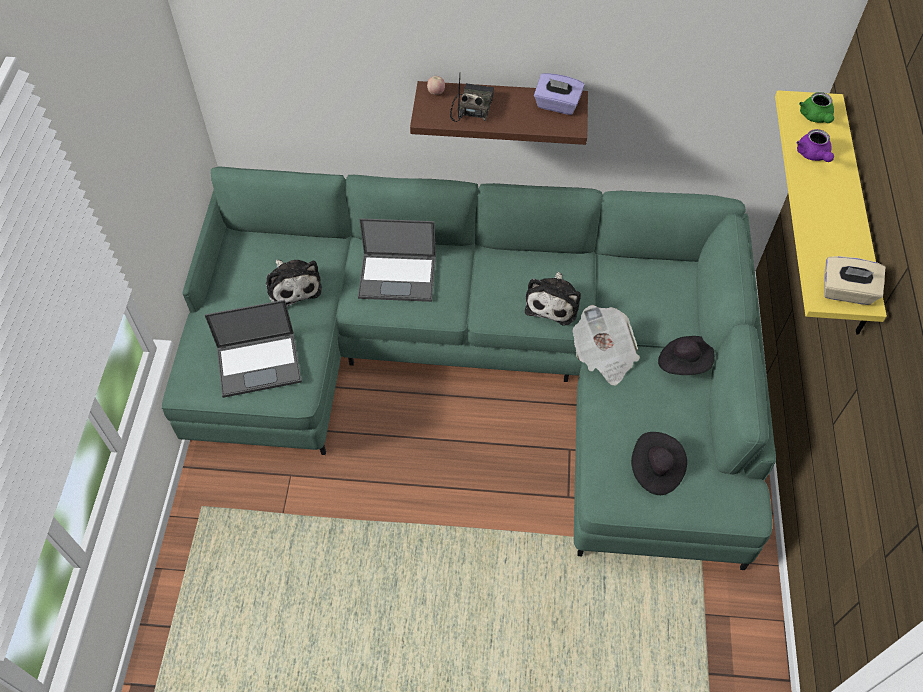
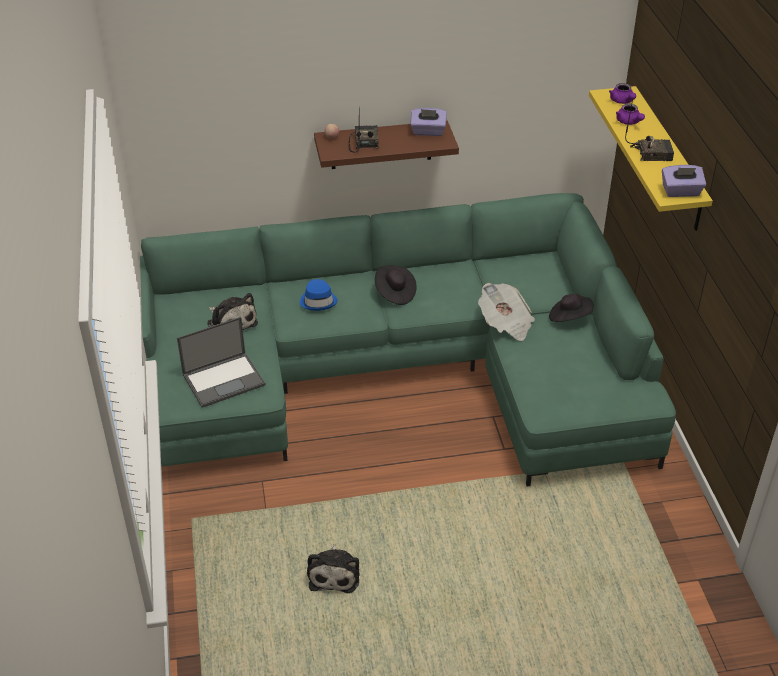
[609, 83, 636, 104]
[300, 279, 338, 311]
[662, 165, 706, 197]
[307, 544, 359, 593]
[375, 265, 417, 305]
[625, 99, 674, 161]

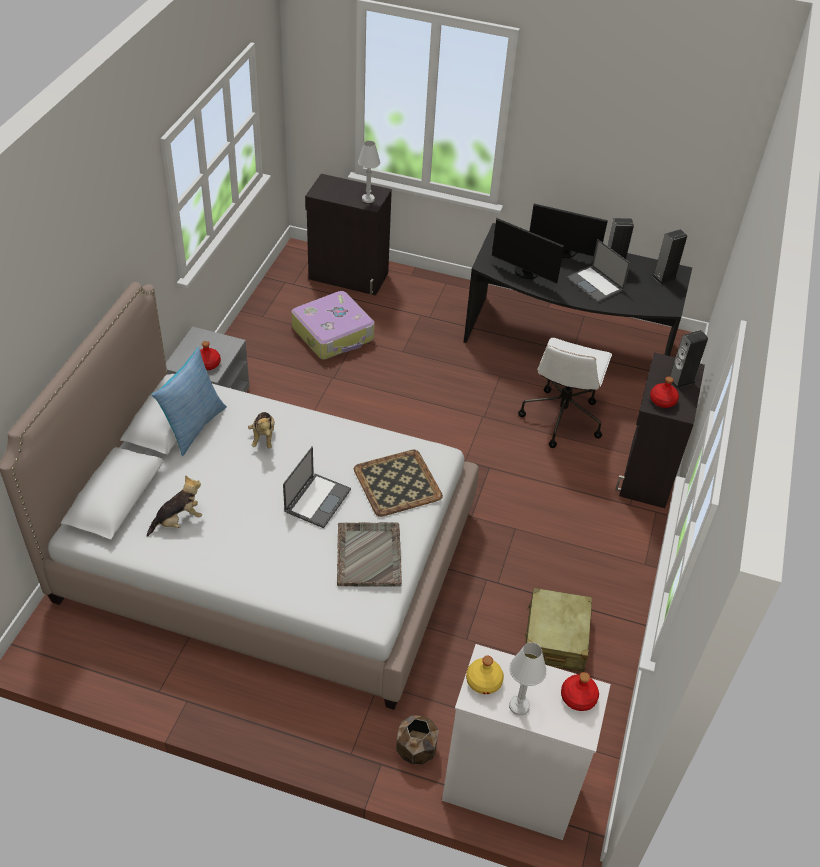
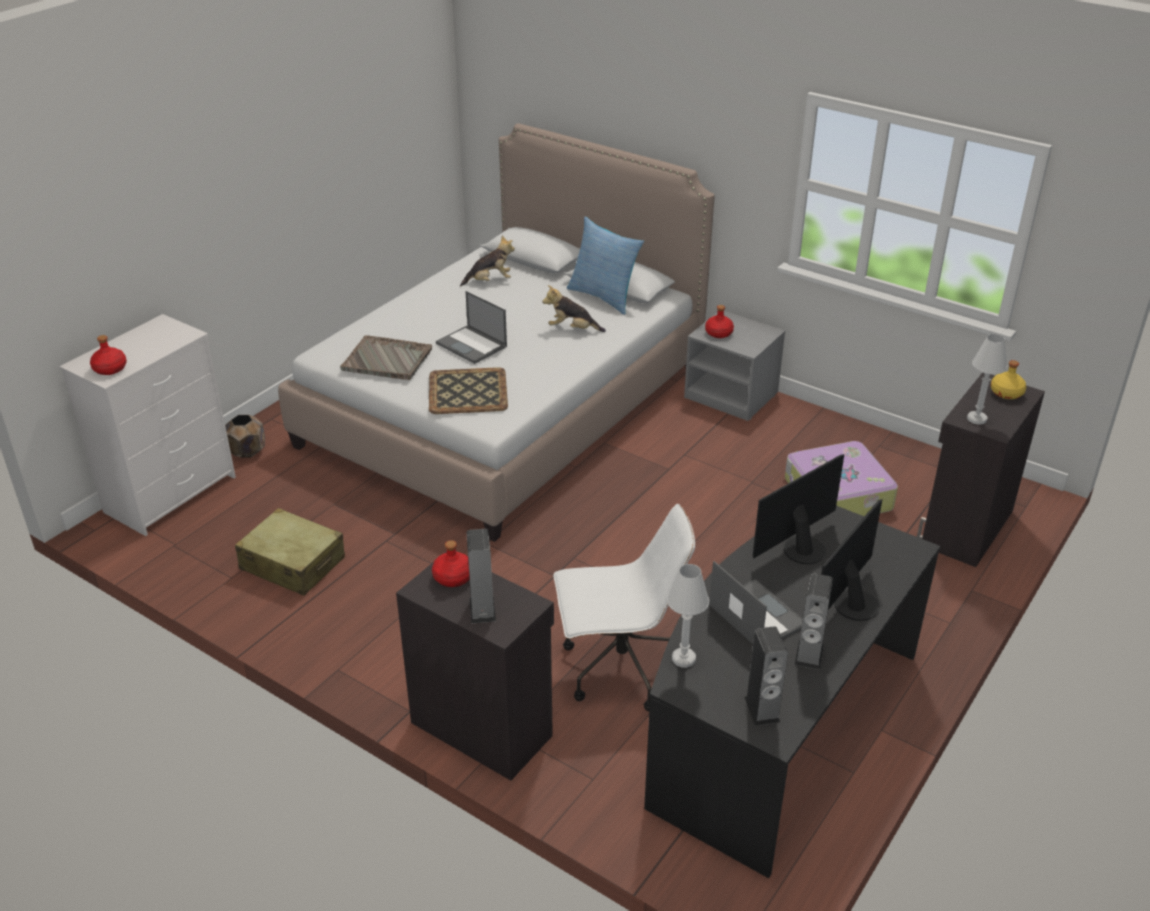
[709, 561, 803, 644]
[554, 504, 695, 711]
[460, 236, 515, 286]
[667, 564, 709, 668]
[991, 360, 1026, 399]

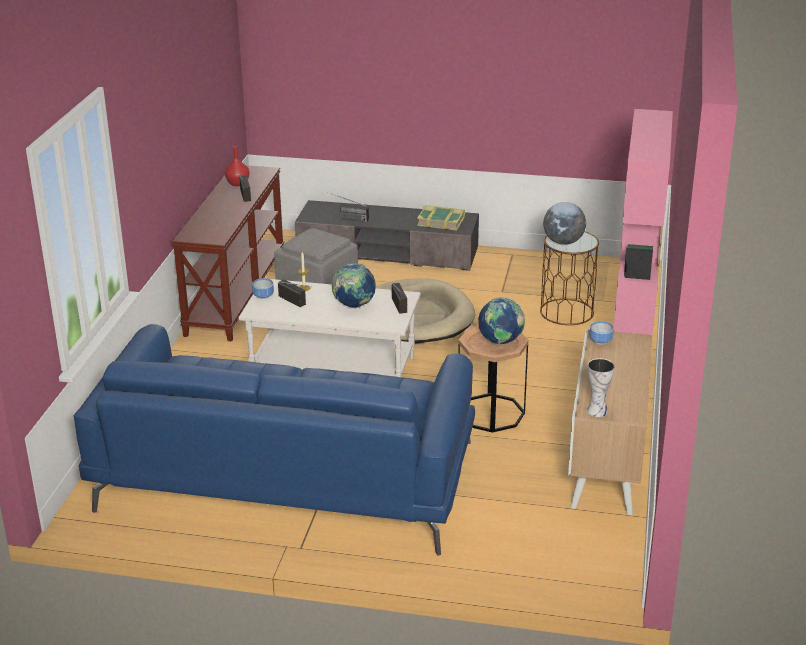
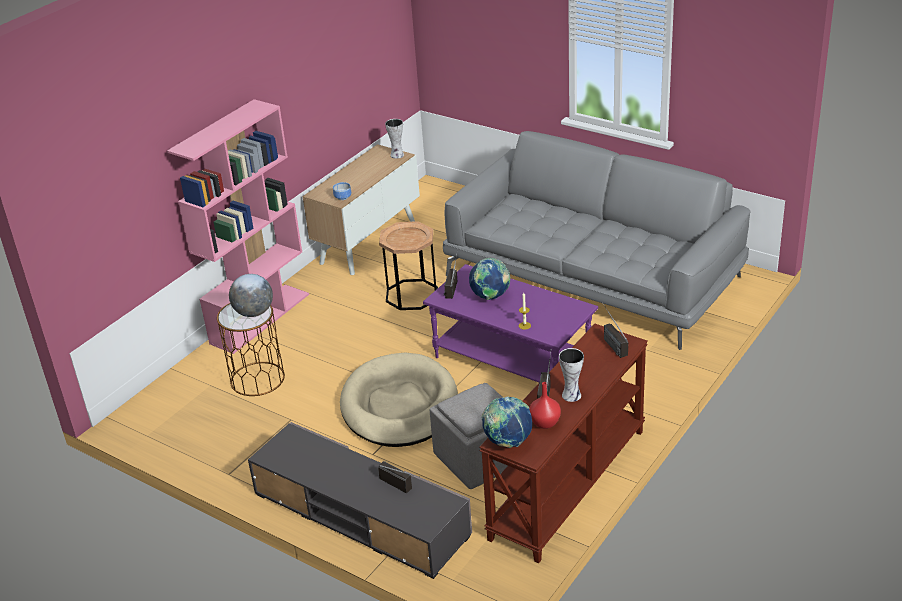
[417, 205, 465, 231] (first image)
[252, 278, 274, 299] (first image)
[423, 264, 598, 382]
[602, 302, 628, 358]
[482, 396, 532, 448]
[443, 131, 751, 350]
[559, 348, 584, 402]

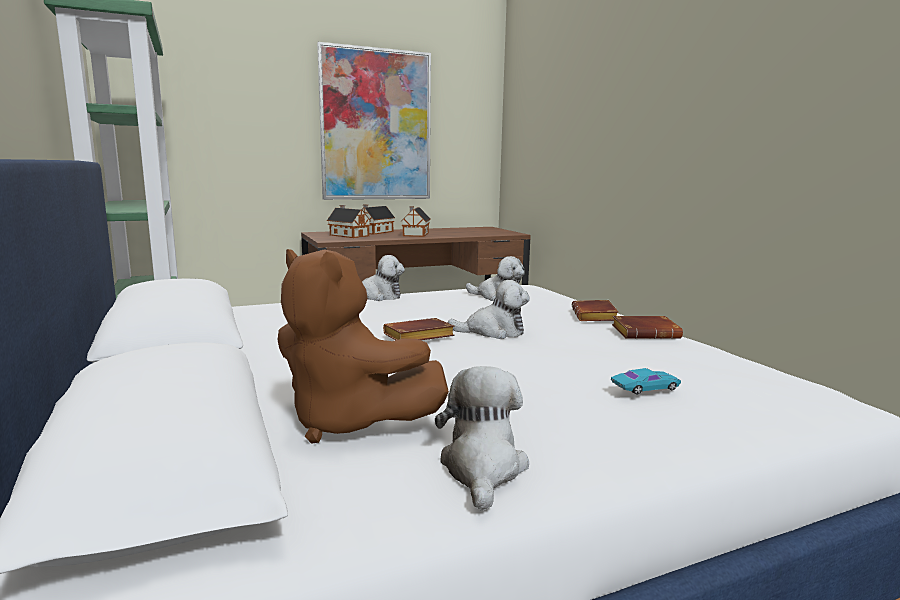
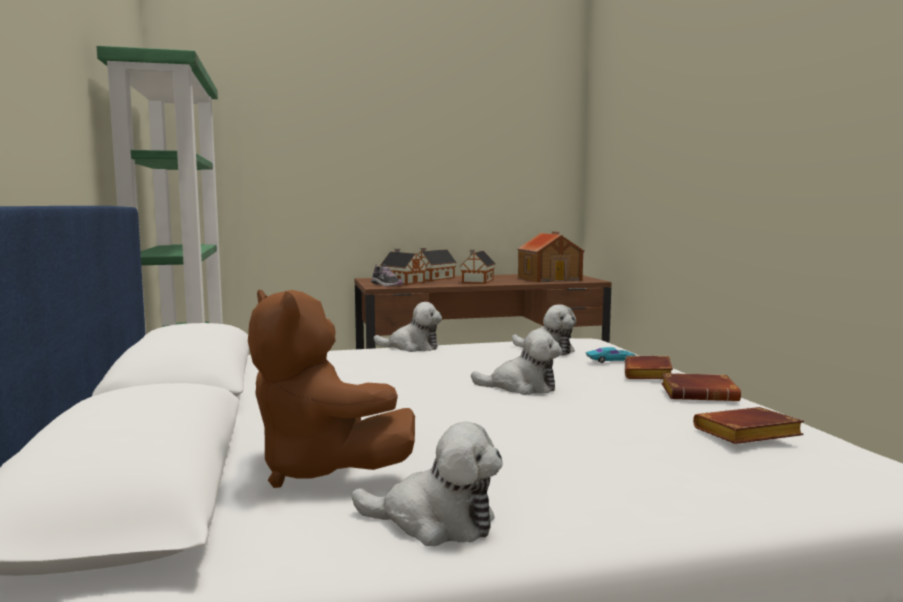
[317, 42, 431, 200] (first image)
[693, 407, 804, 444]
[351, 421, 502, 546]
[586, 347, 636, 363]
[518, 231, 584, 282]
[371, 264, 403, 286]

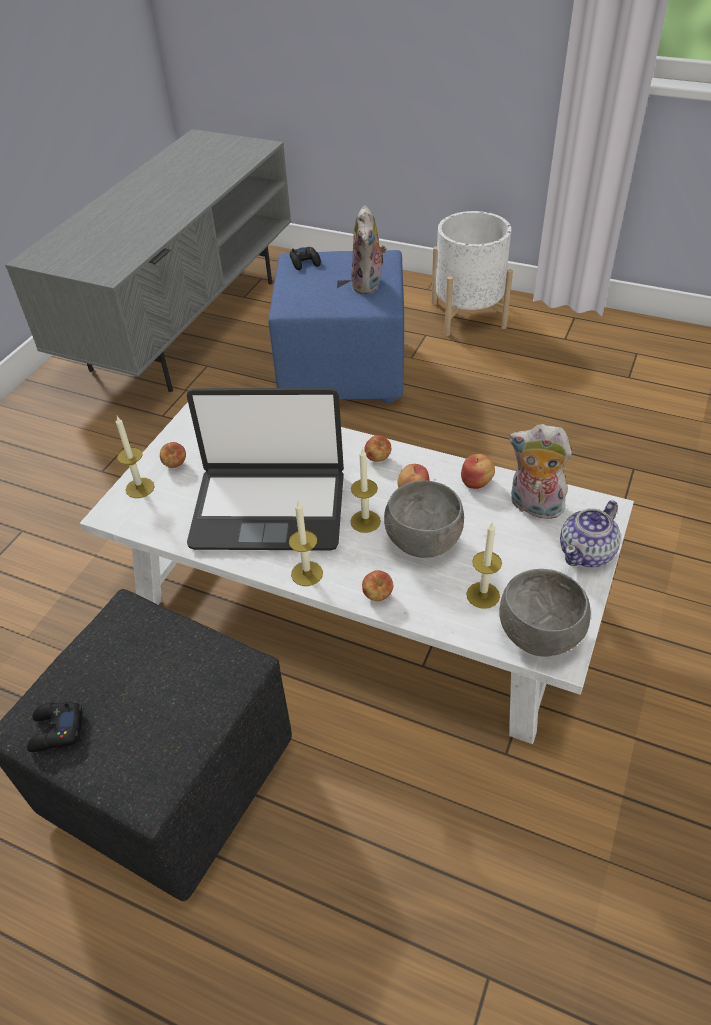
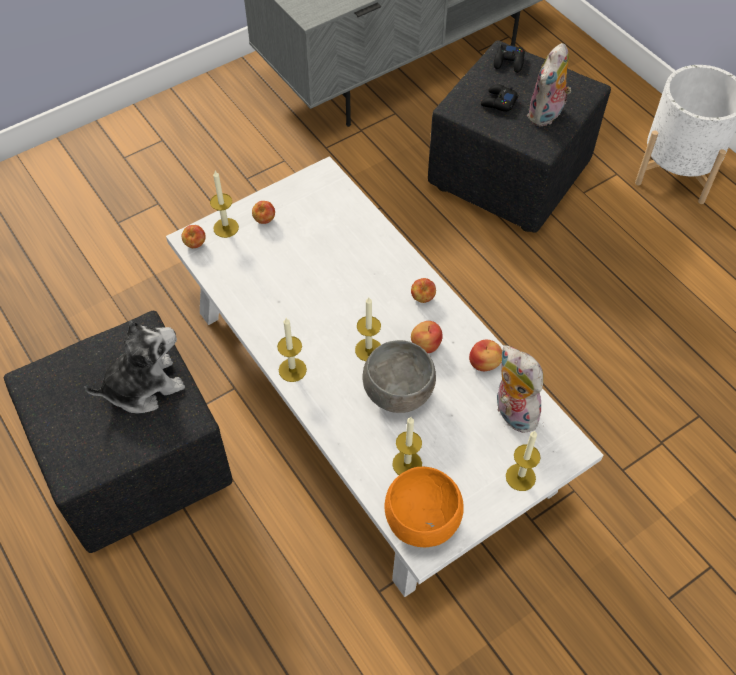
[428, 40, 611, 233]
[187, 388, 344, 551] (first image)
[506, 431, 541, 491]
[384, 467, 464, 547]
[182, 225, 205, 248]
[481, 84, 519, 112]
[84, 320, 185, 414]

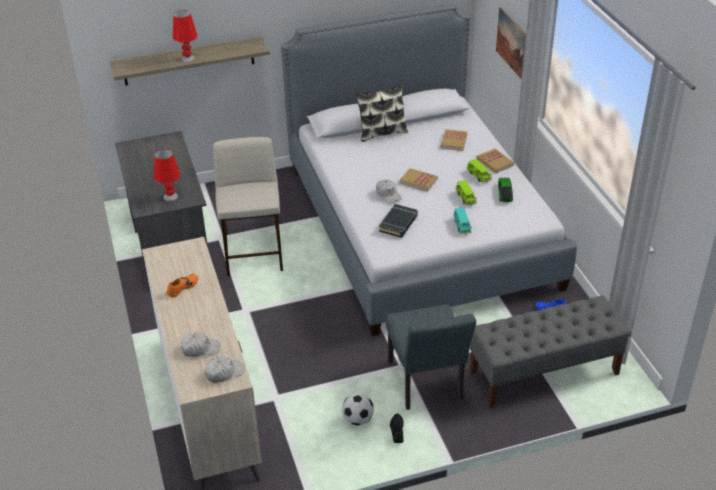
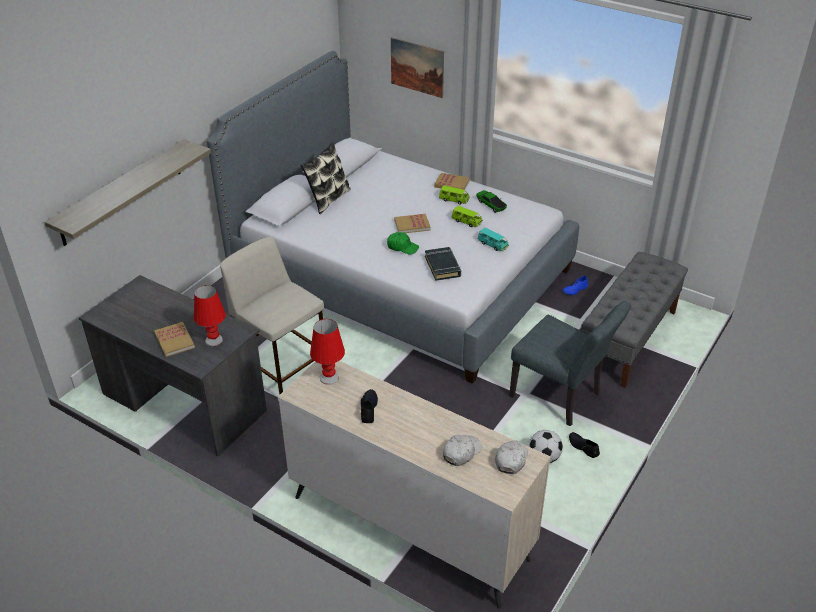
[310, 319, 345, 385]
[154, 322, 195, 357]
[387, 232, 419, 255]
[361, 389, 378, 423]

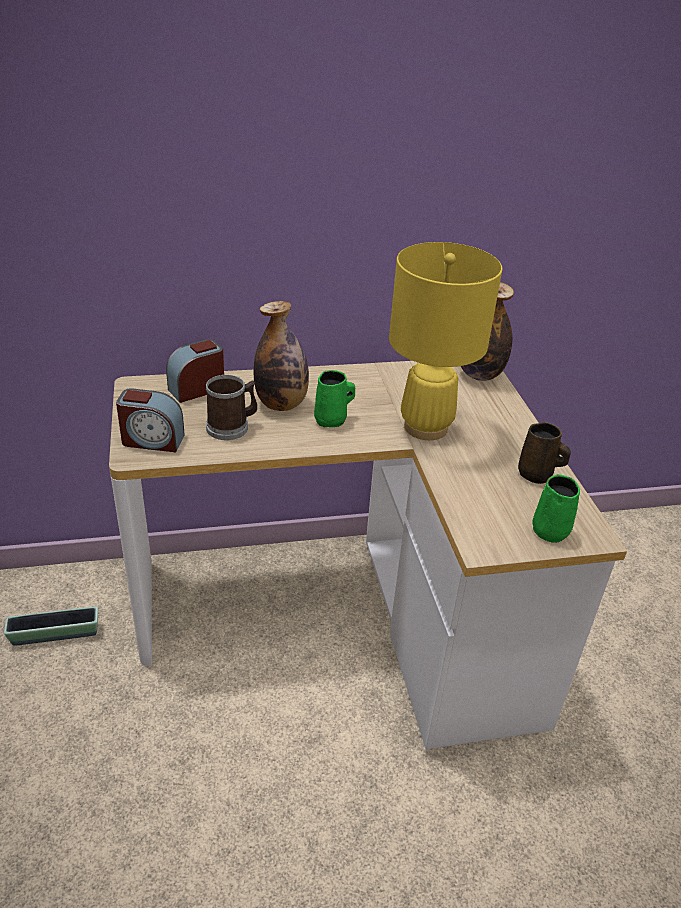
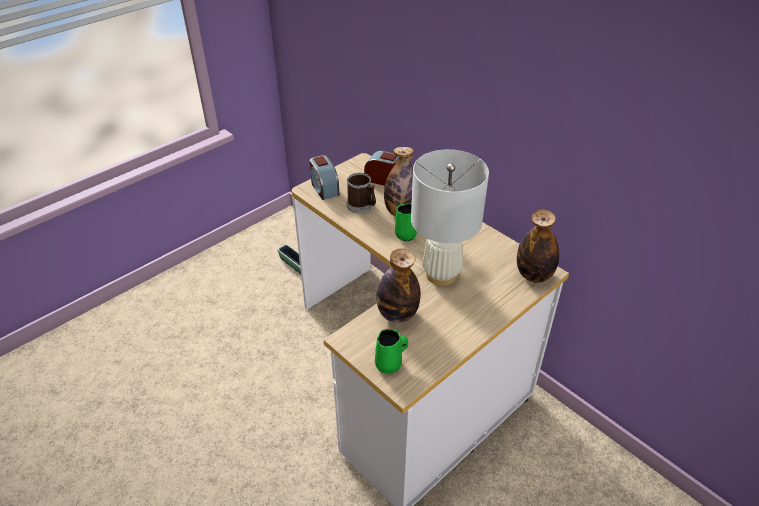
[411, 149, 489, 286]
[518, 422, 571, 484] (first image)
[377, 249, 420, 323]

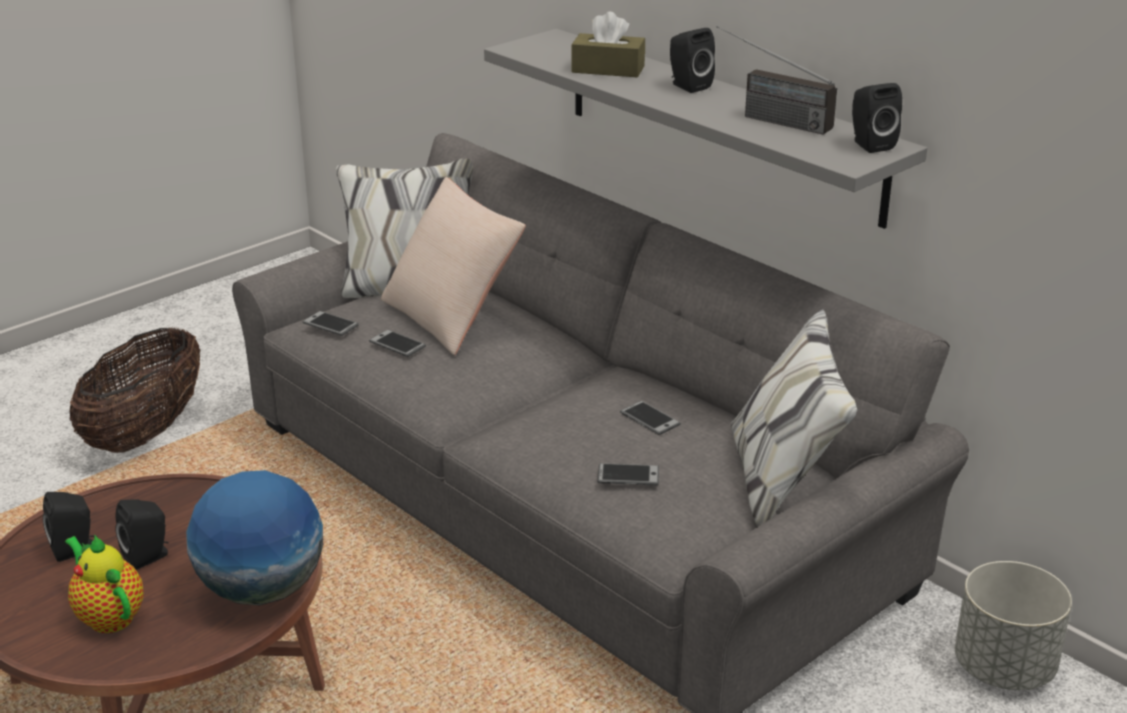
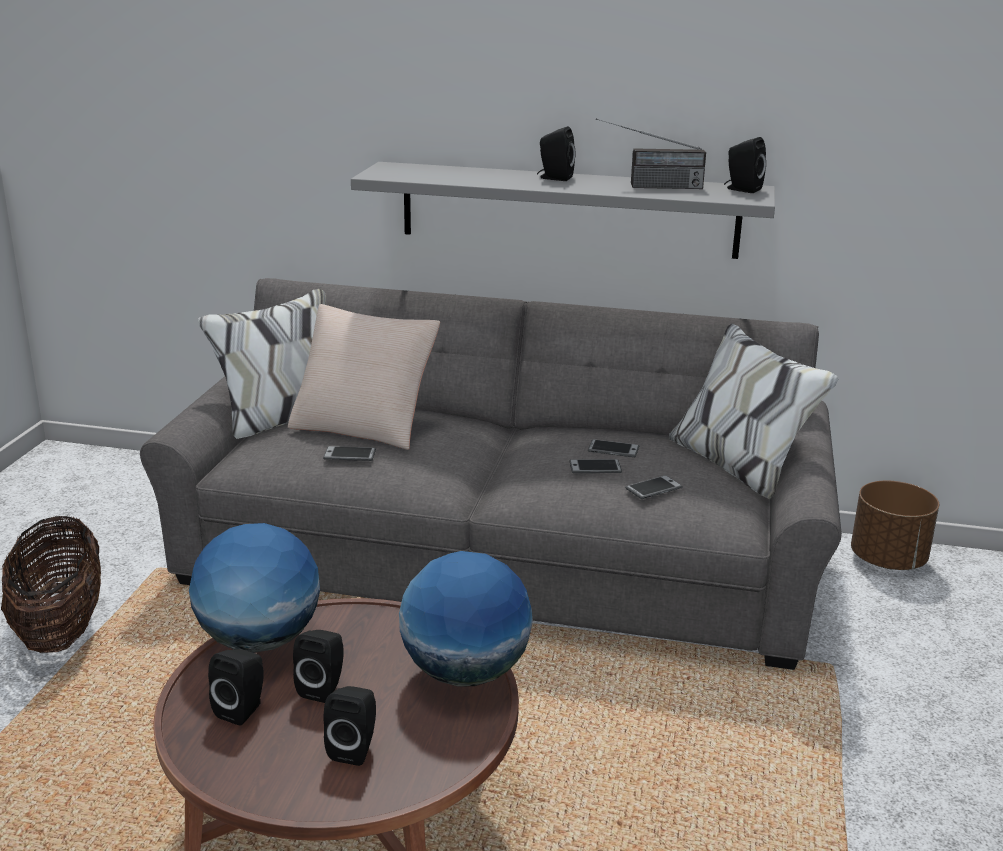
[571, 11, 645, 77] (first image)
[569, 459, 622, 473]
[324, 686, 376, 766]
[851, 481, 939, 570]
[189, 523, 320, 653]

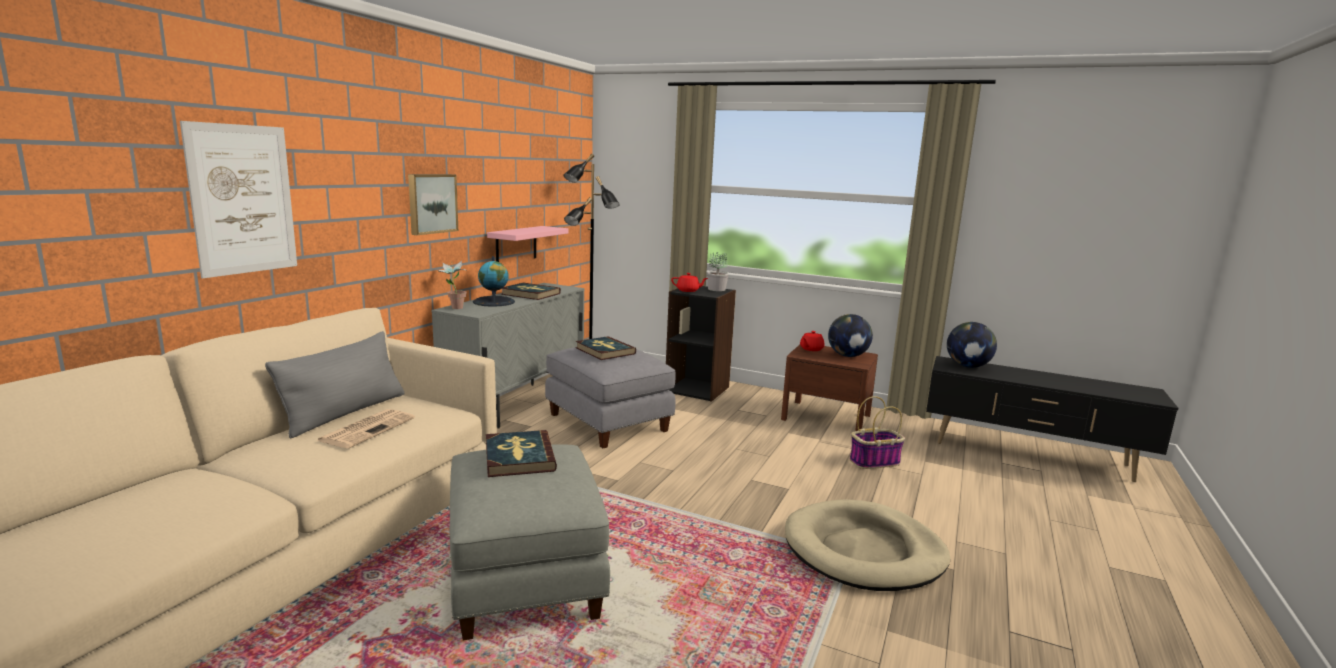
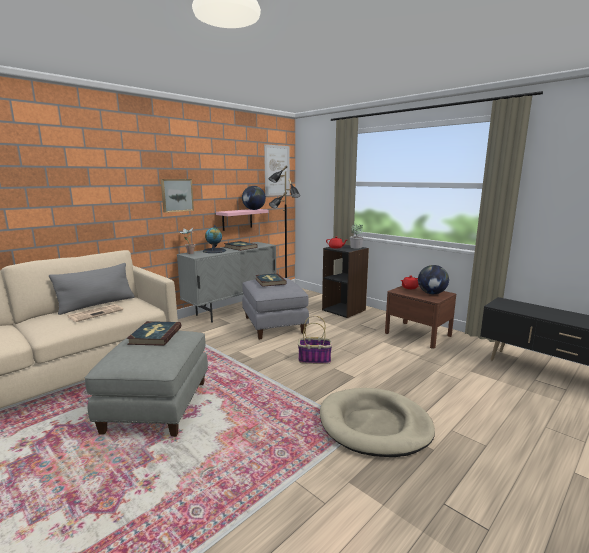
[264, 144, 290, 196]
[242, 186, 266, 210]
[298, 316, 332, 364]

